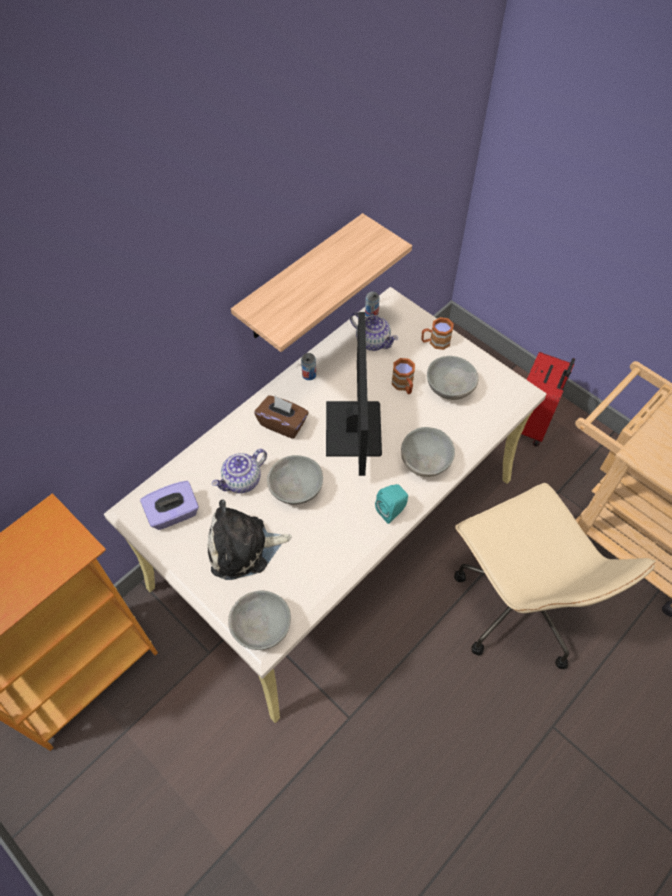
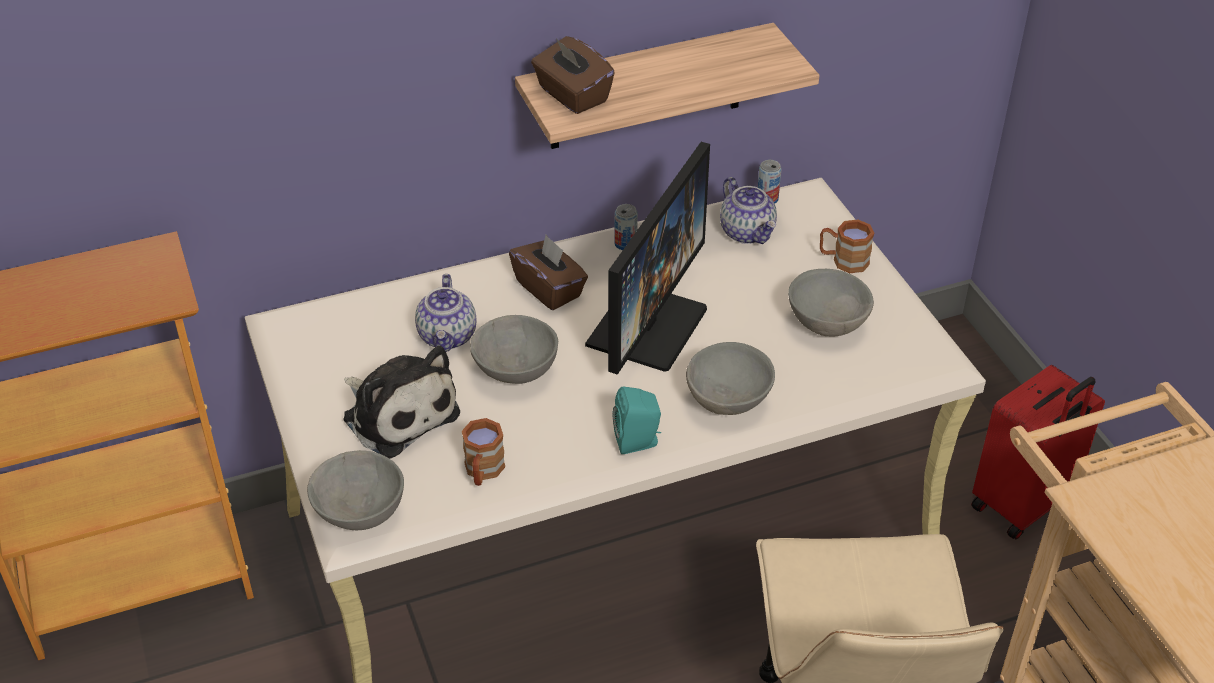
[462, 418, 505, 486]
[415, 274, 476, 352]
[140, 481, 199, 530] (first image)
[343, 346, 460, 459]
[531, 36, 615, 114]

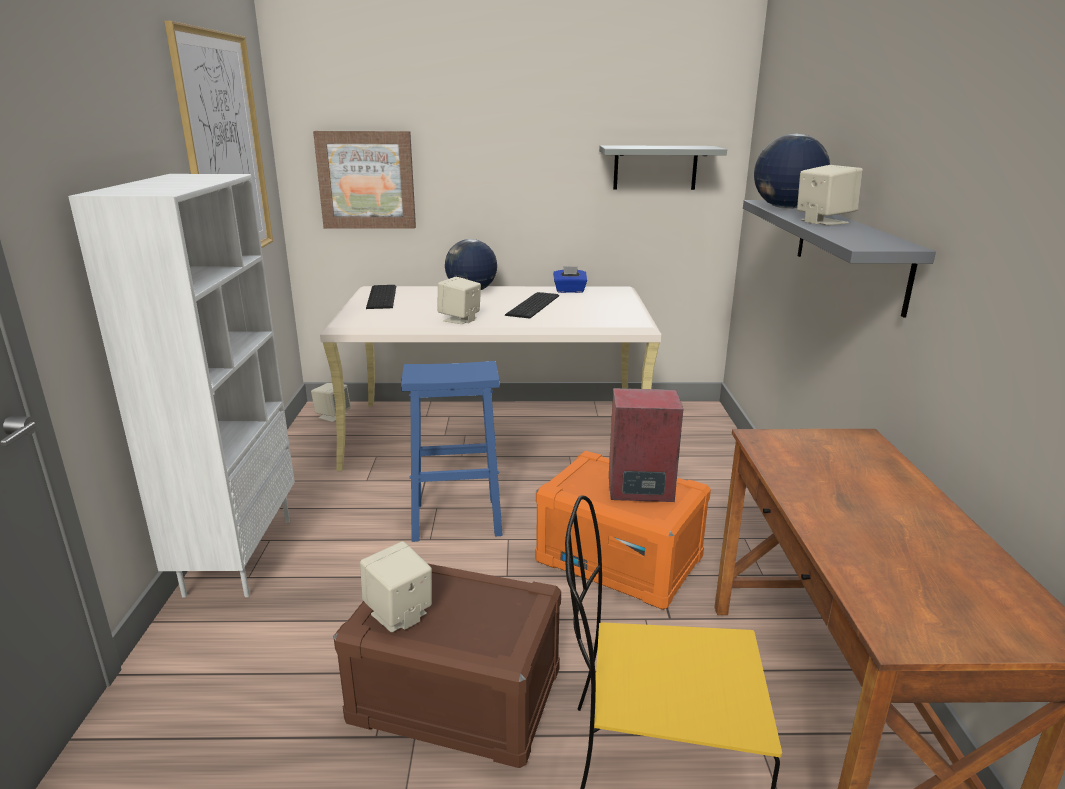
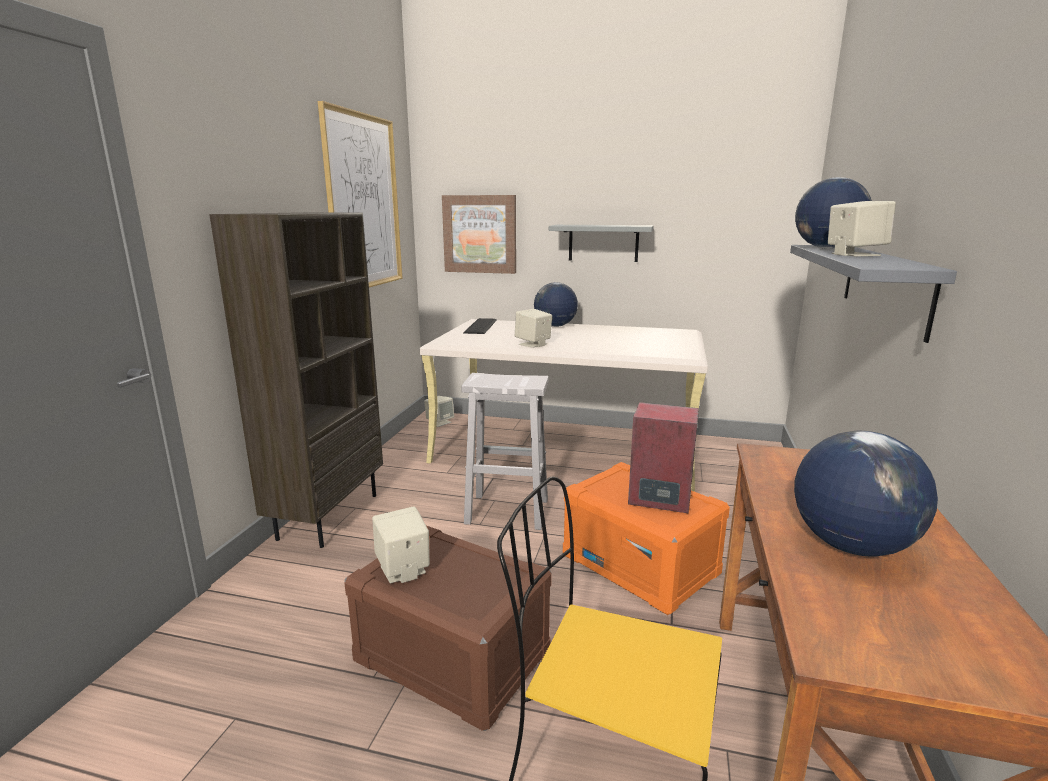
[549, 225, 653, 262]
[209, 212, 383, 548]
[553, 266, 587, 293] (first image)
[505, 292, 559, 318] (first image)
[462, 373, 549, 530]
[794, 431, 938, 557]

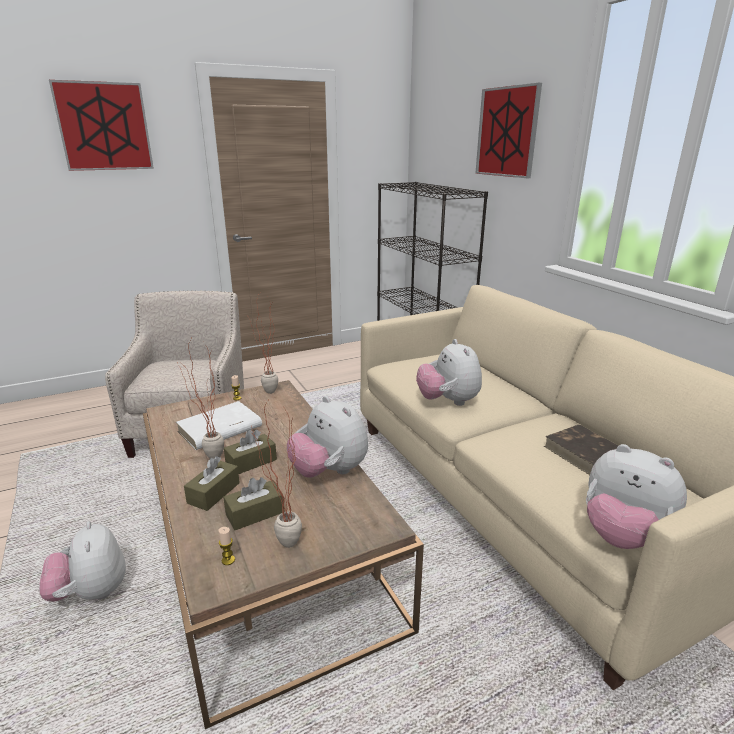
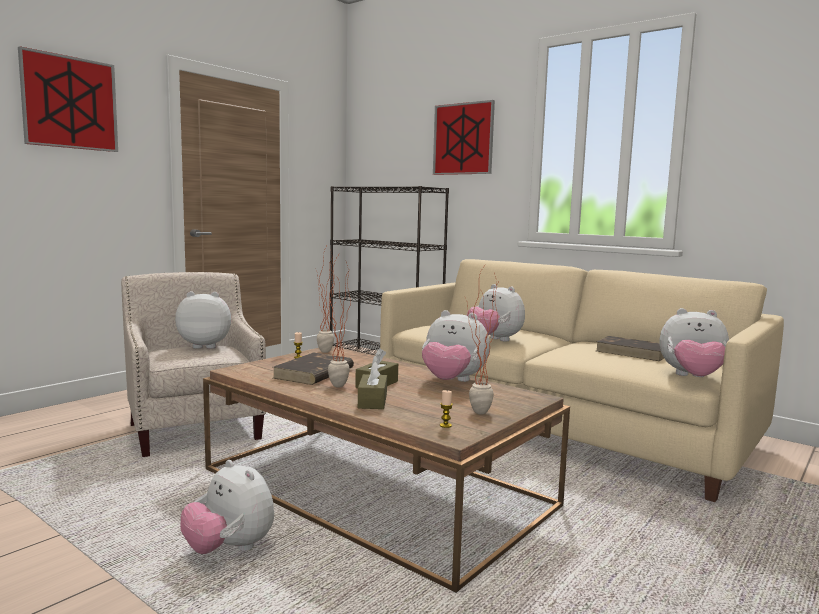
[273, 352, 354, 385]
[223, 477, 285, 530] (first image)
[175, 291, 231, 349]

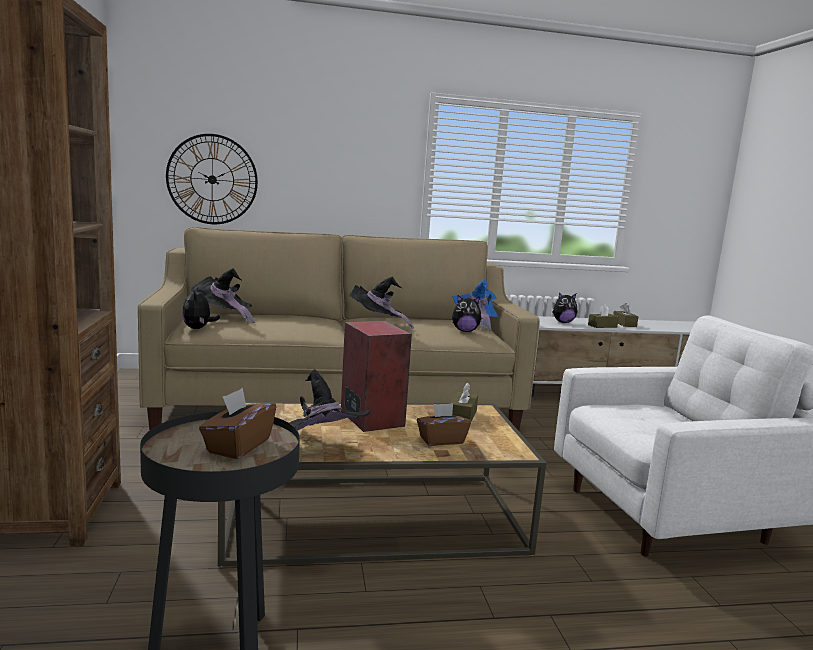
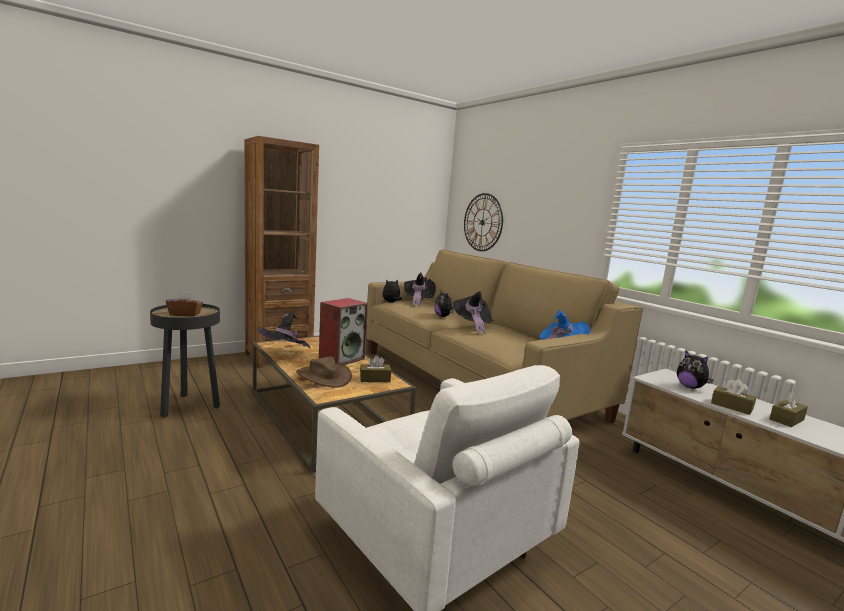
[434, 291, 454, 317]
[296, 356, 352, 387]

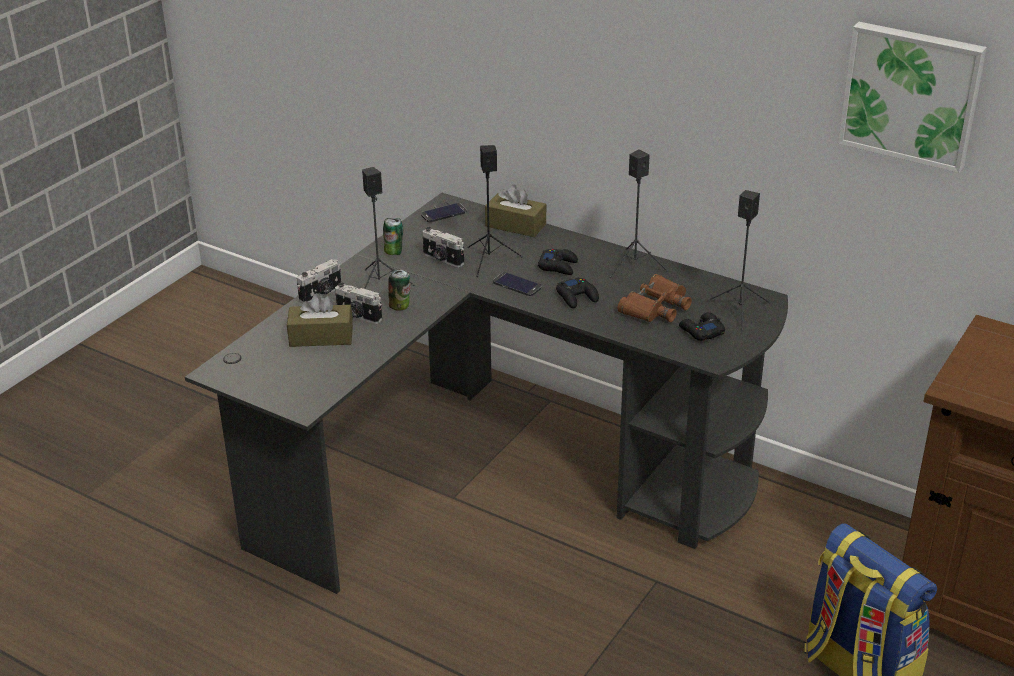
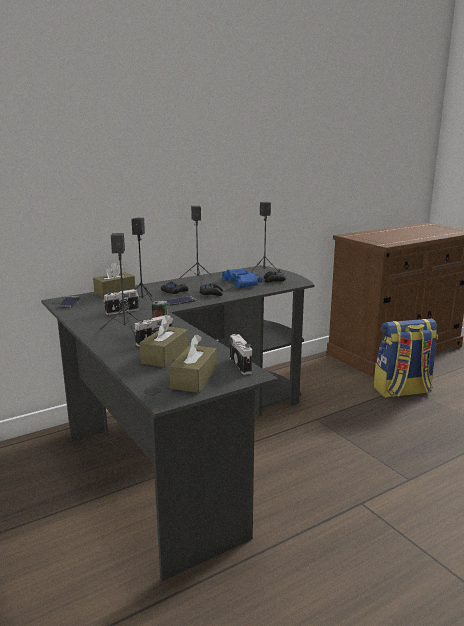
[838, 22, 987, 173] (first image)
[383, 218, 403, 255] (first image)
[230, 334, 252, 375]
[222, 268, 262, 289]
[169, 335, 217, 393]

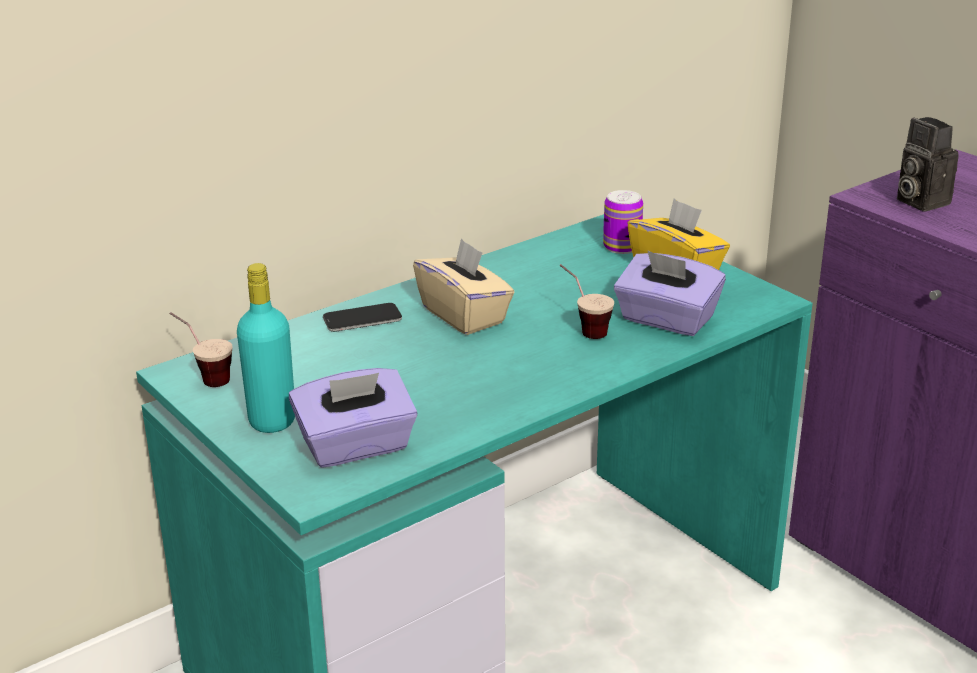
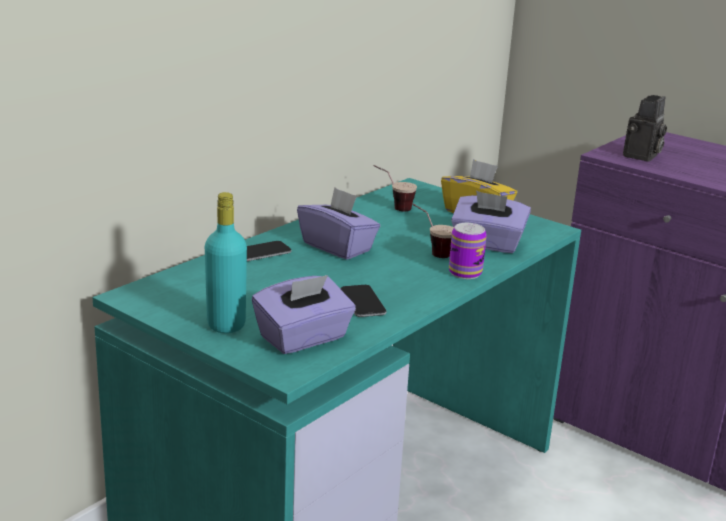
[623, 95, 667, 162]
[449, 223, 487, 279]
[297, 187, 380, 260]
[374, 165, 417, 211]
[341, 285, 387, 317]

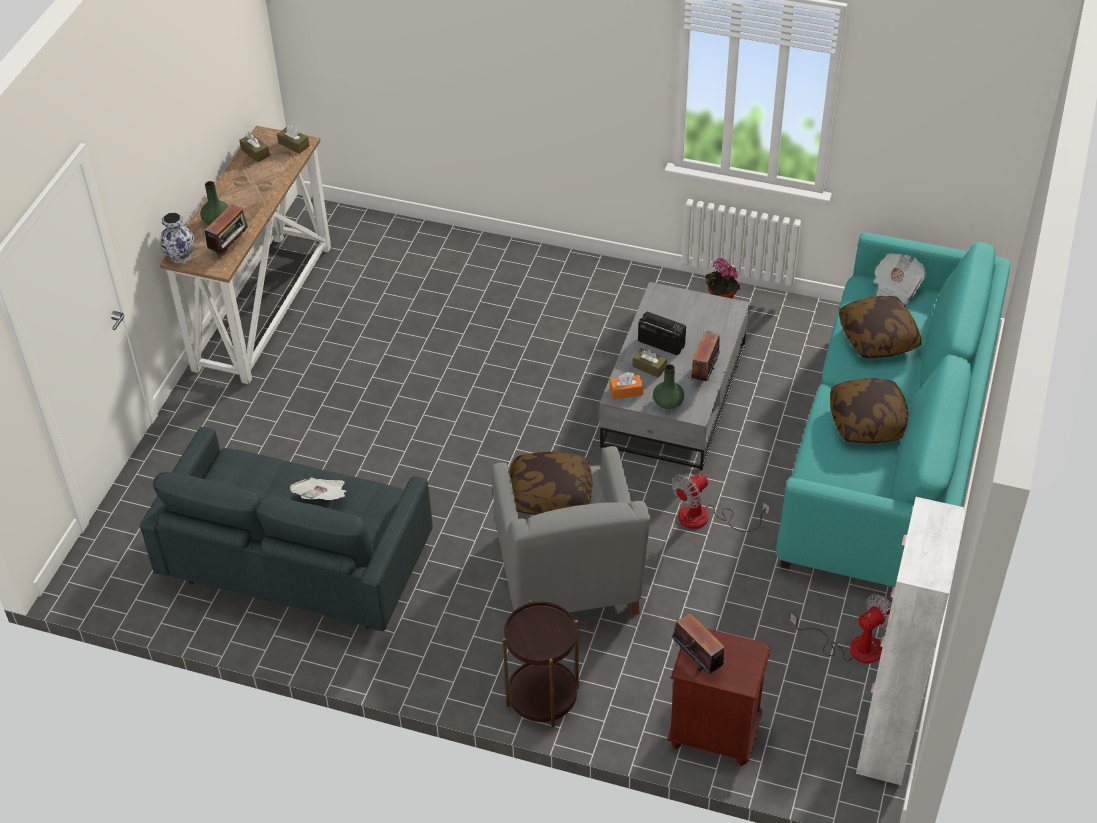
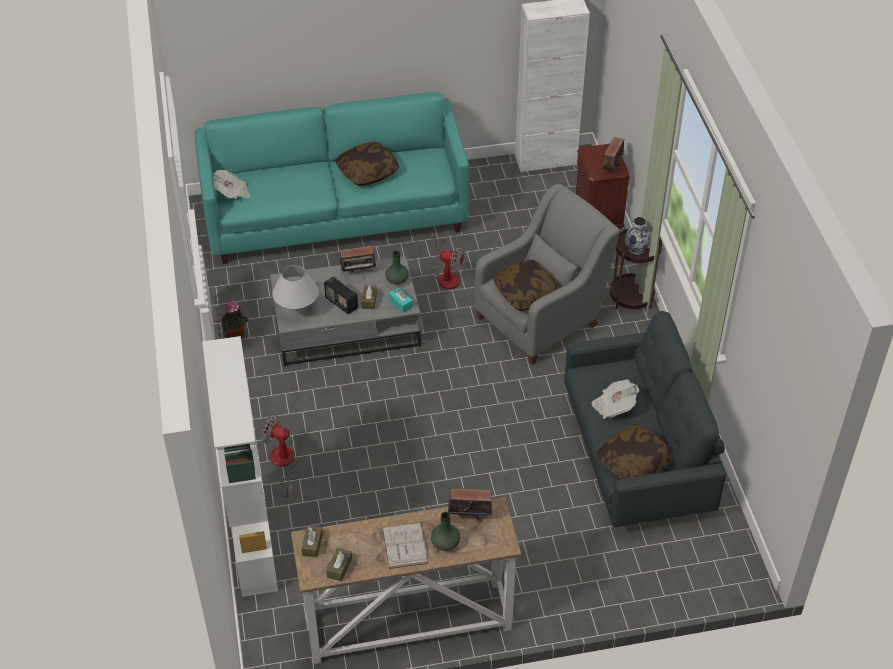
[625, 217, 650, 255]
[596, 424, 673, 479]
[324, 277, 358, 314]
[389, 288, 413, 313]
[261, 415, 299, 497]
[272, 265, 319, 310]
[202, 336, 278, 597]
[382, 522, 428, 569]

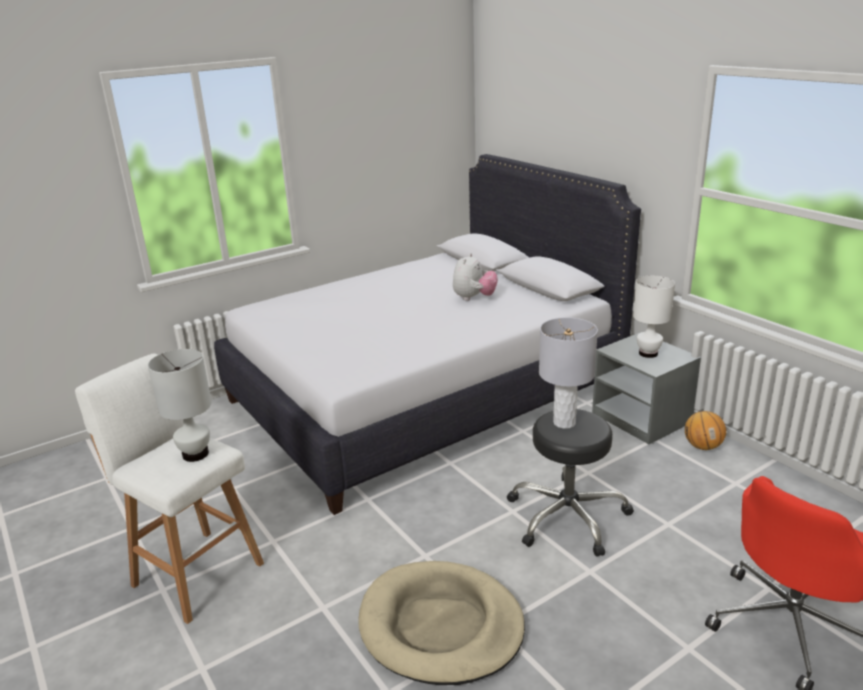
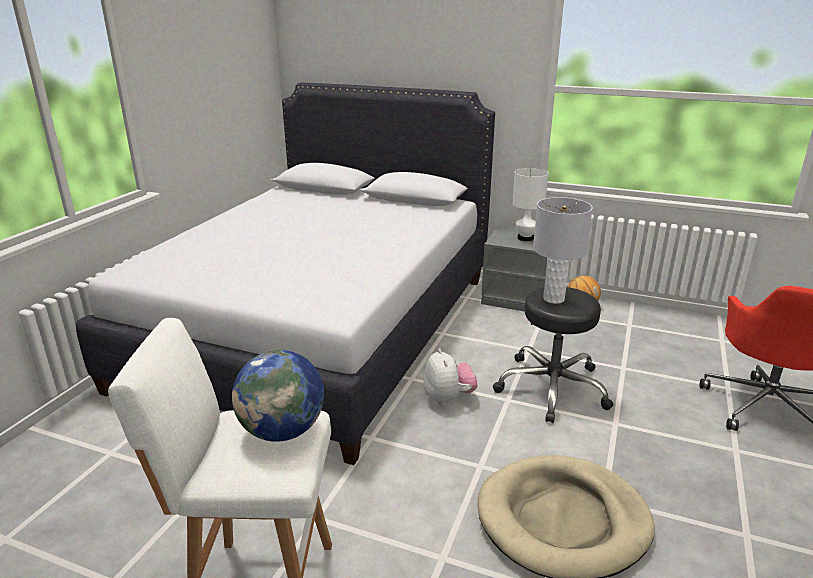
[424, 348, 477, 406]
[232, 350, 324, 442]

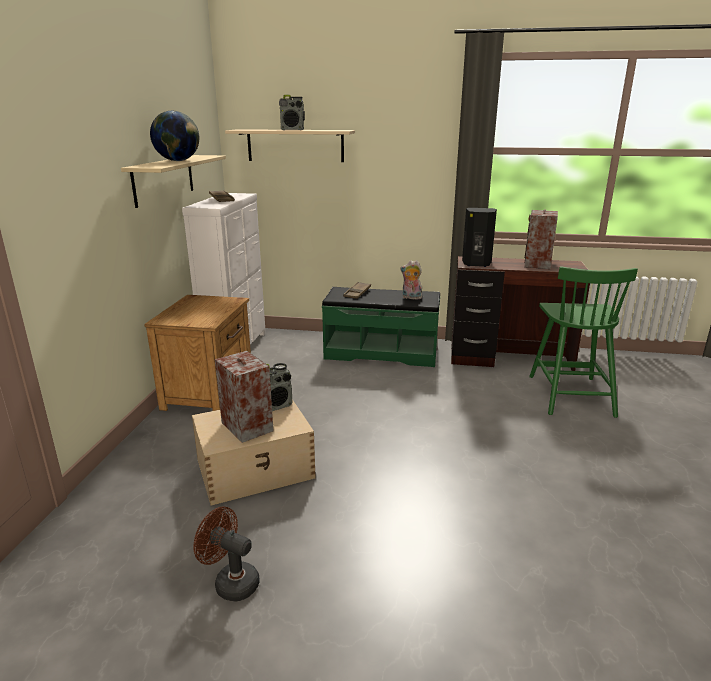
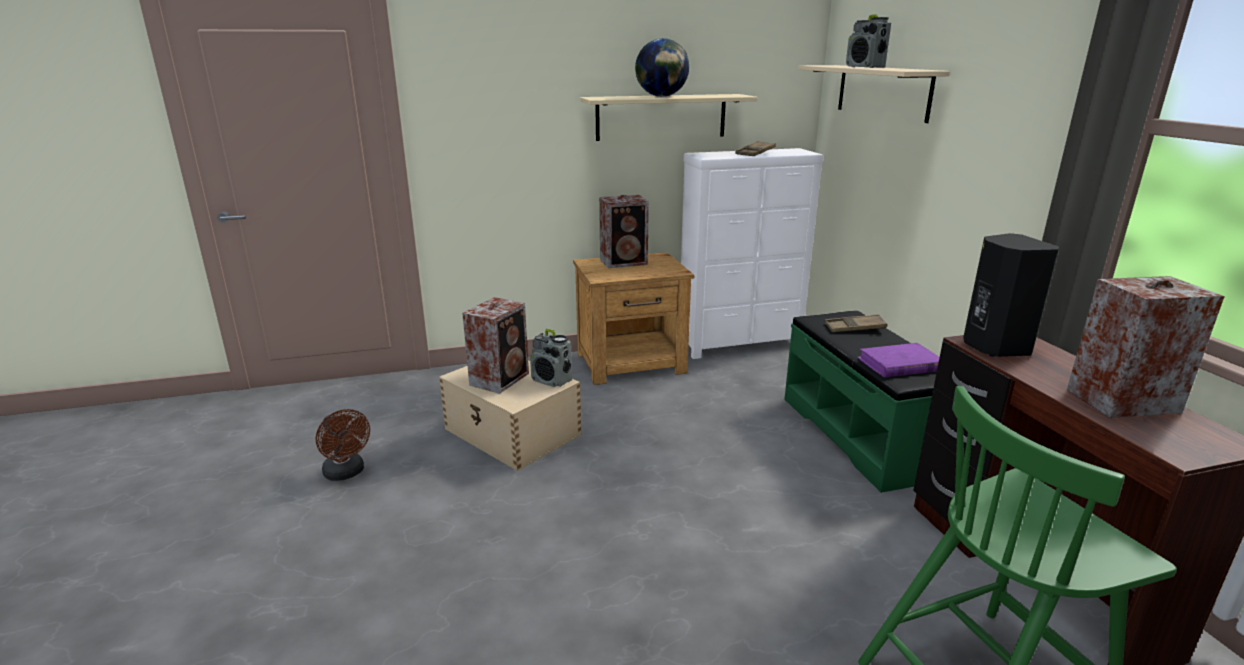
[857, 343, 940, 378]
[315, 409, 370, 481]
[599, 195, 649, 268]

